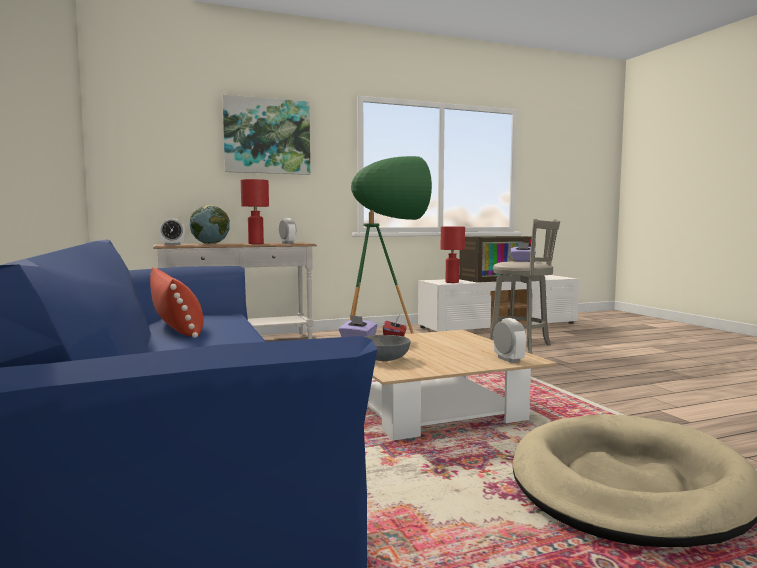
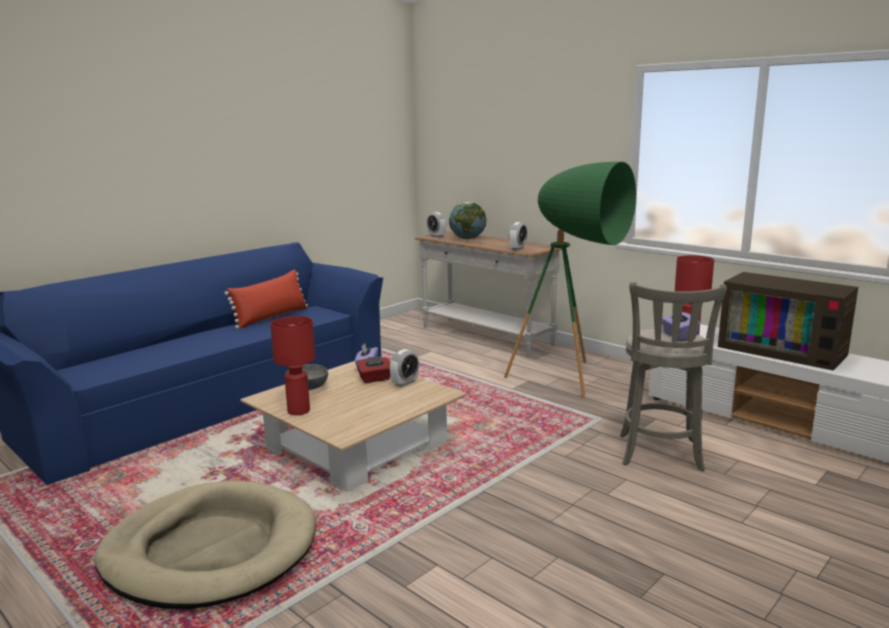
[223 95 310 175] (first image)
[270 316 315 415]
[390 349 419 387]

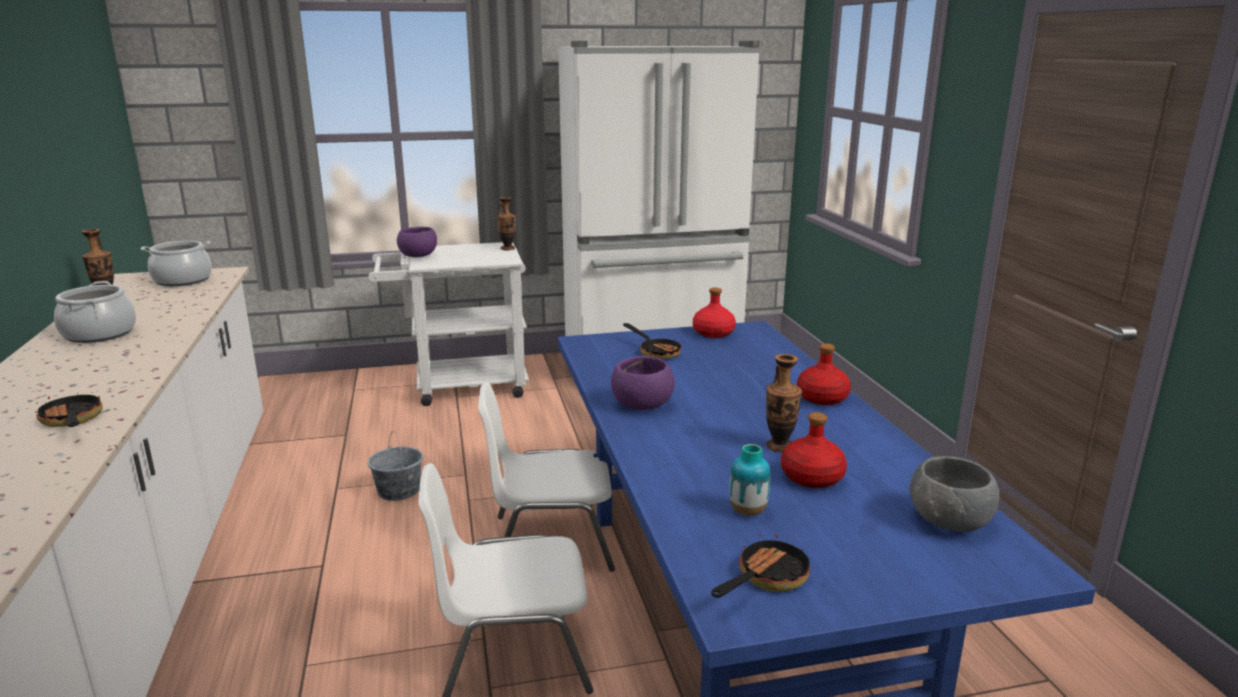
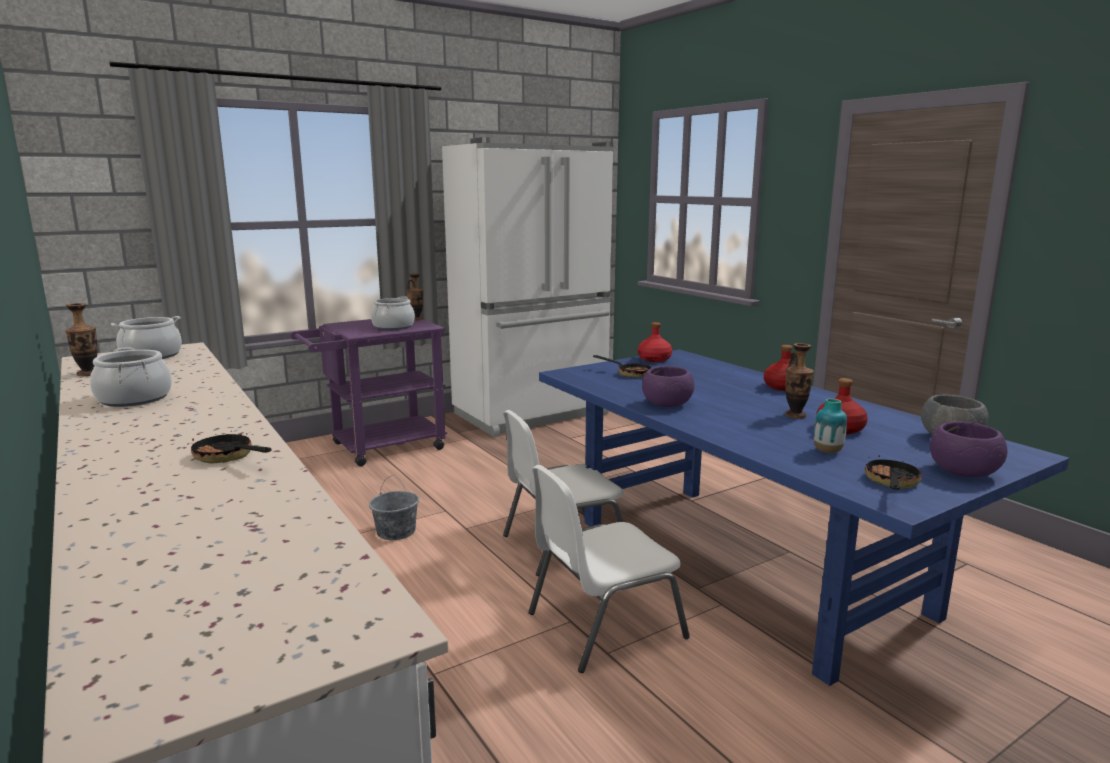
[371 296 415 330]
[930 421 1007 477]
[290 319 447 466]

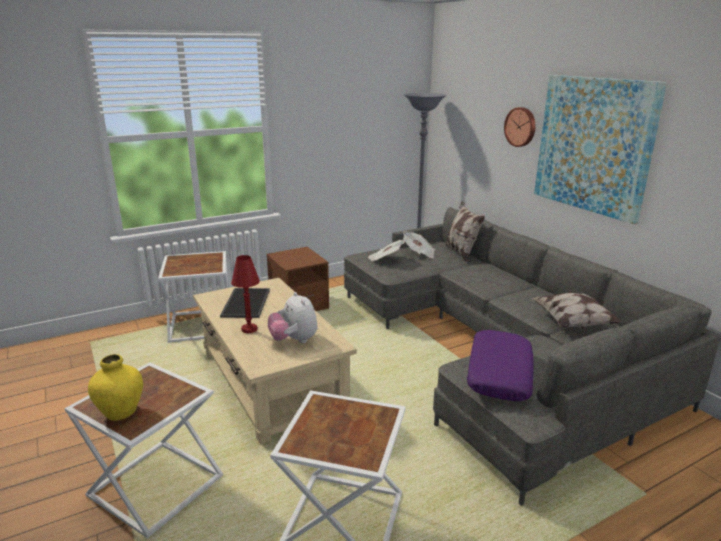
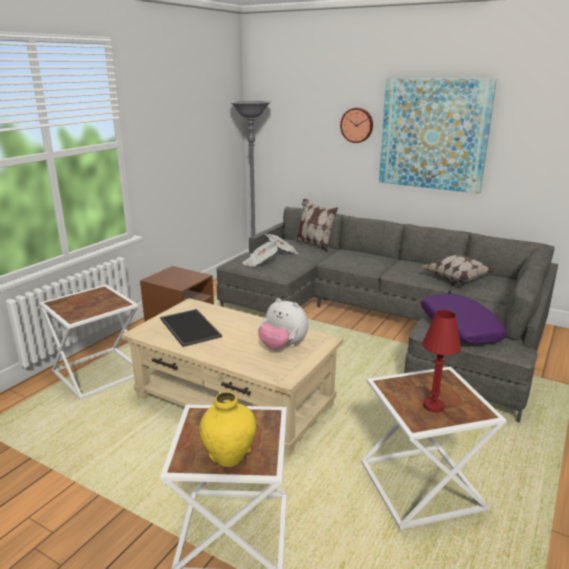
[422 310 461 413]

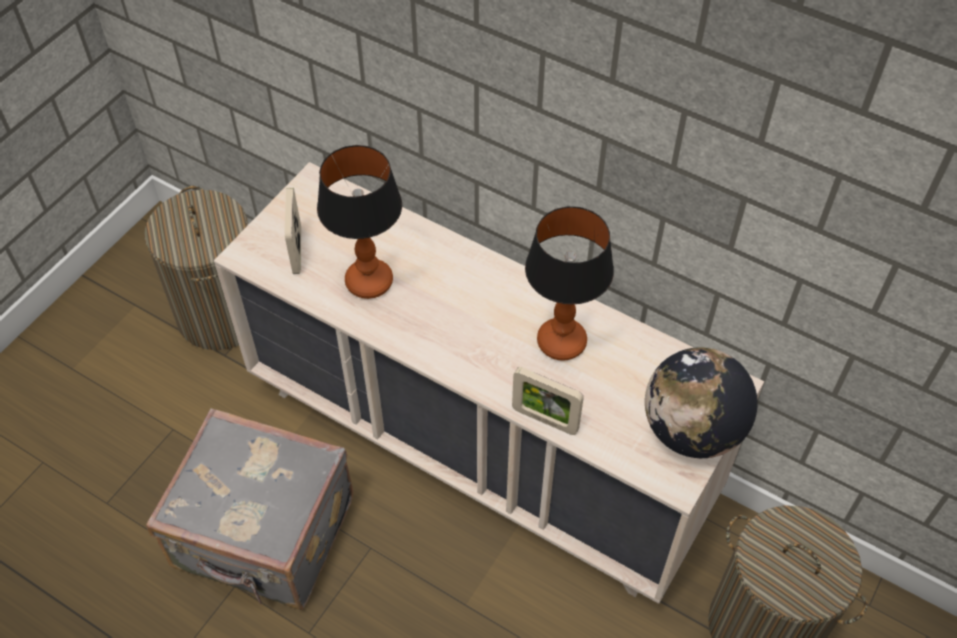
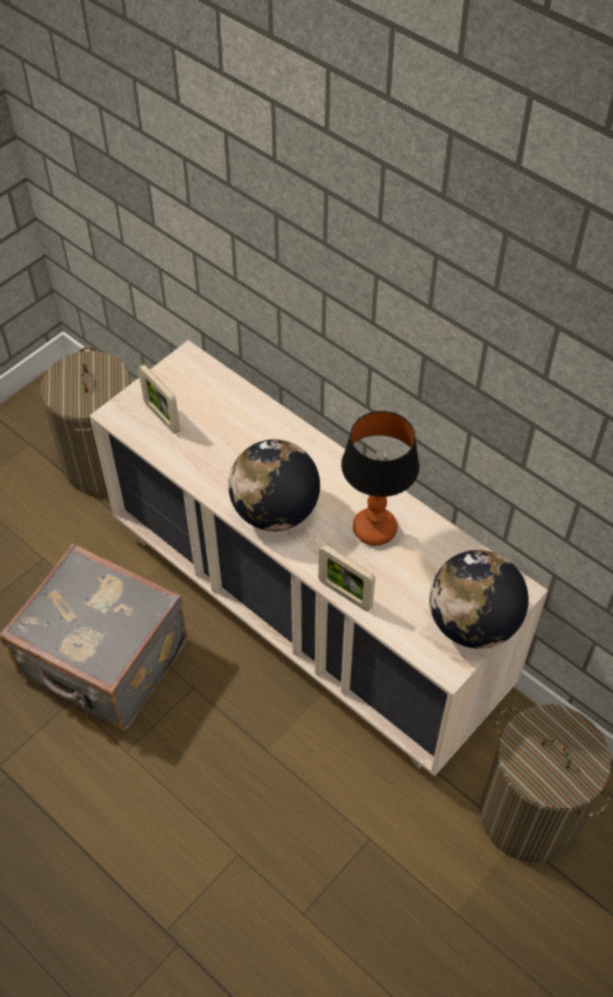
[317 145 402 299] (first image)
[228 439 320 531]
[138 364 180 434]

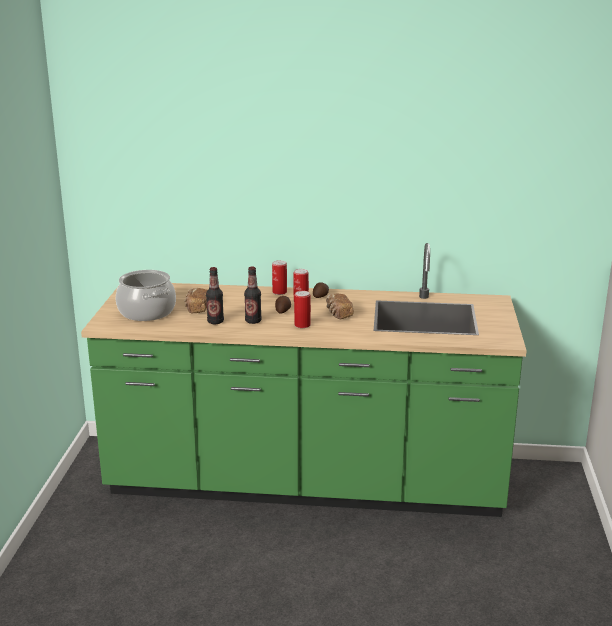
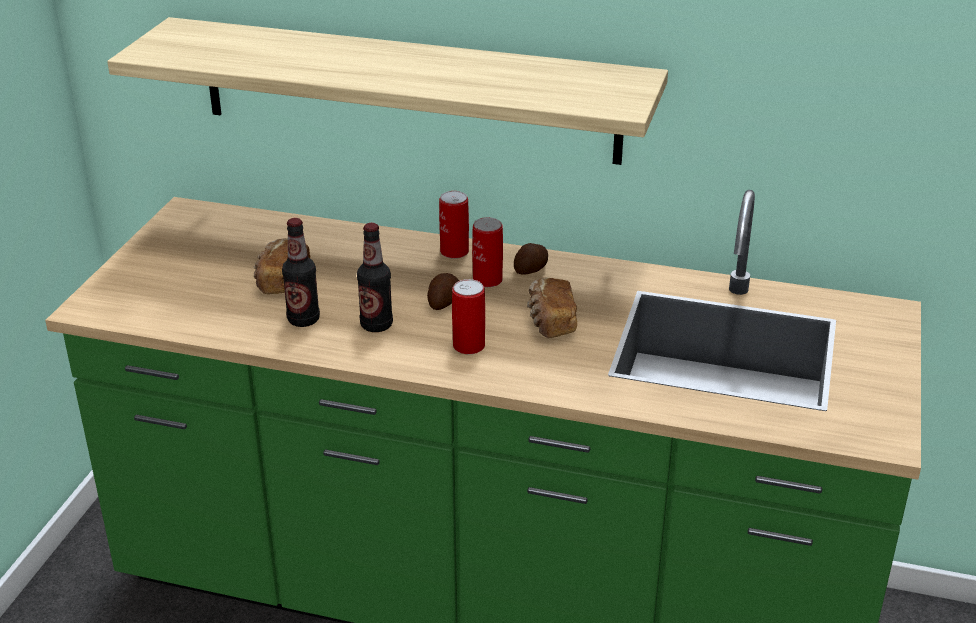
[116 270 176 321] (first image)
[107 17 668 165]

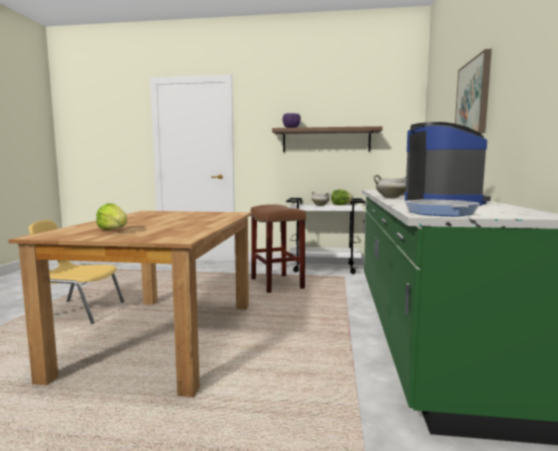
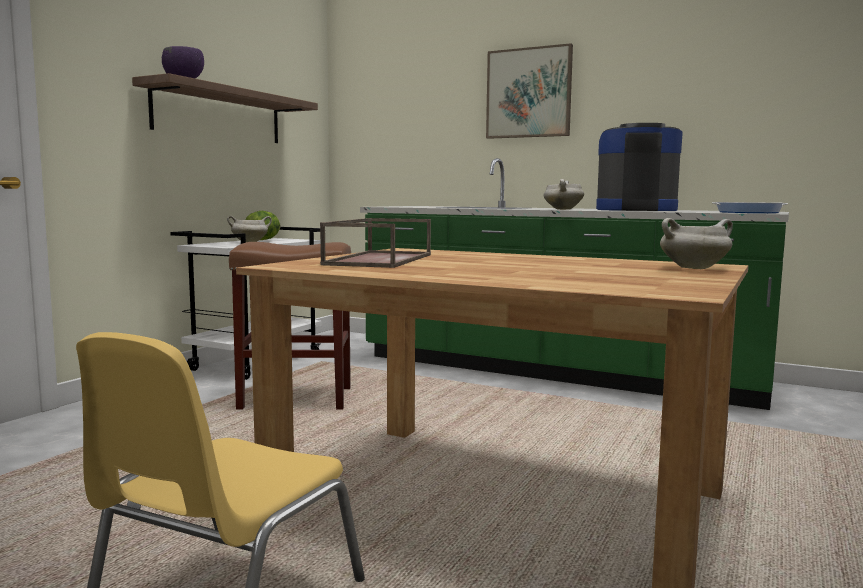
[96 203 127 230] (first image)
[320 218 431 268]
[660 218 733 269]

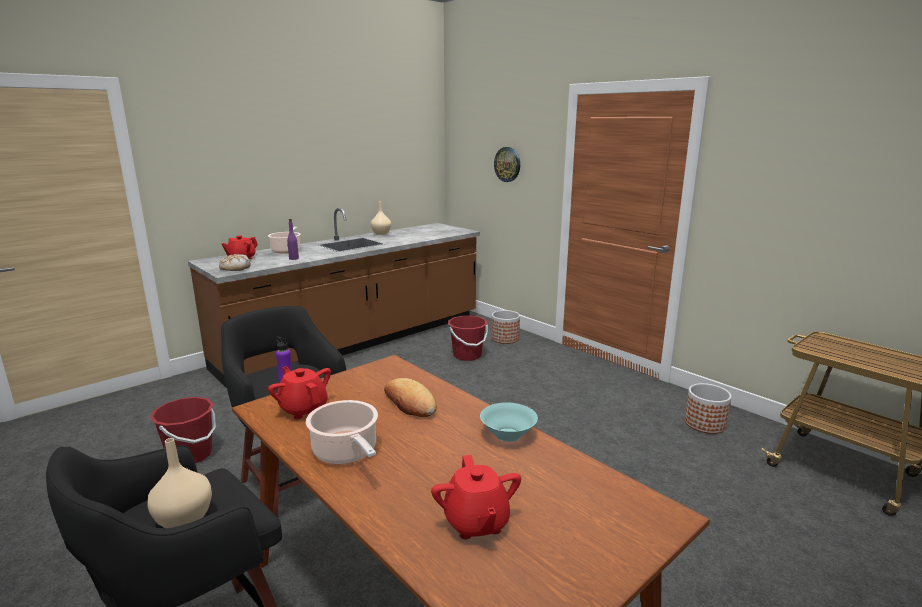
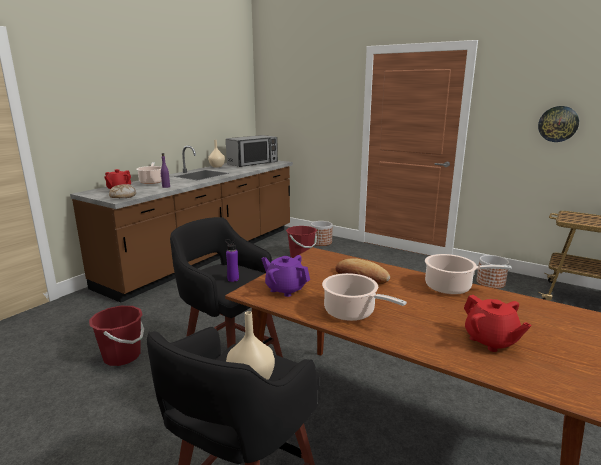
[226 135 278 167]
[538 106 579 142]
[425 254 512 295]
[261 255 310 297]

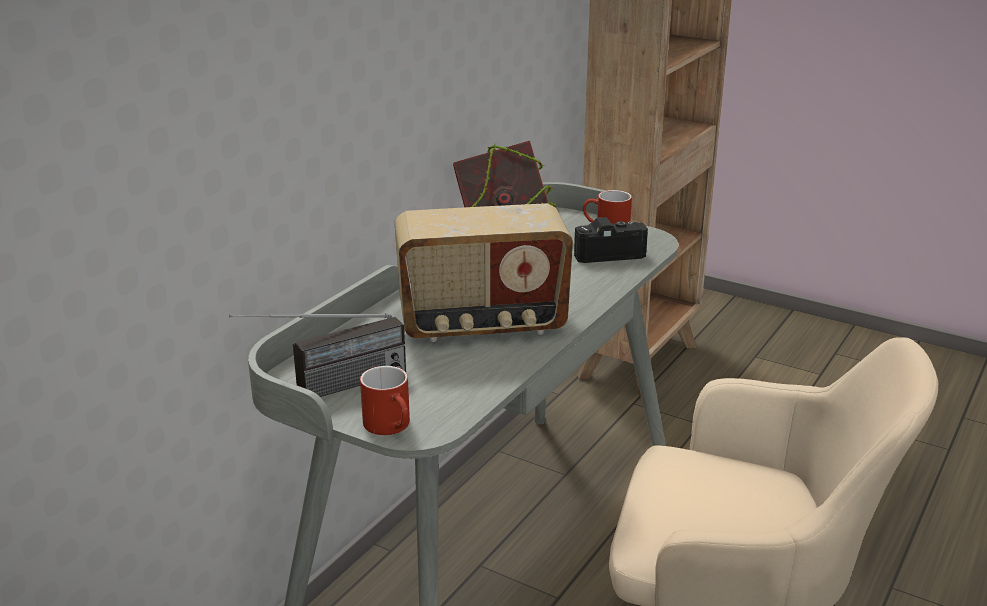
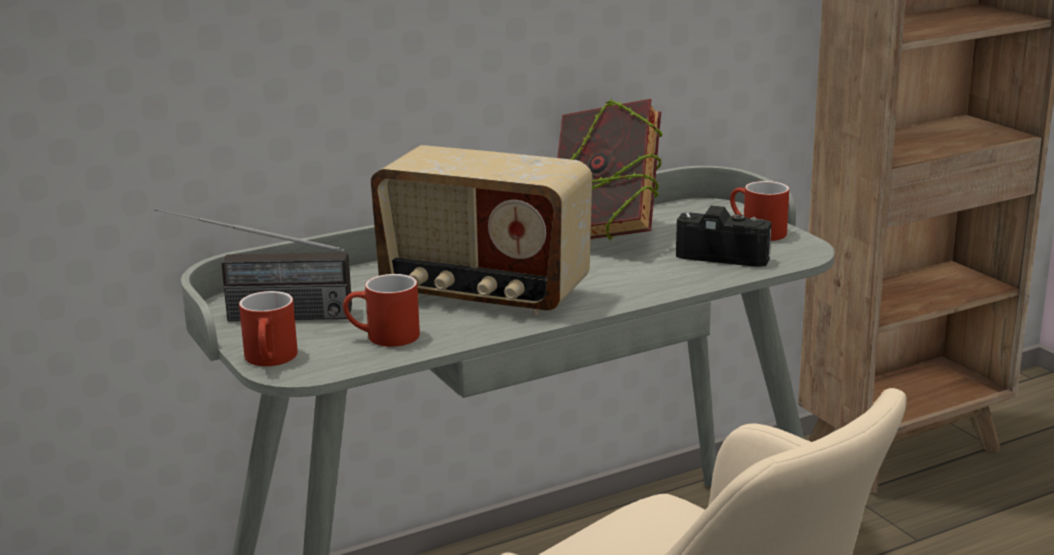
[343 274 420 347]

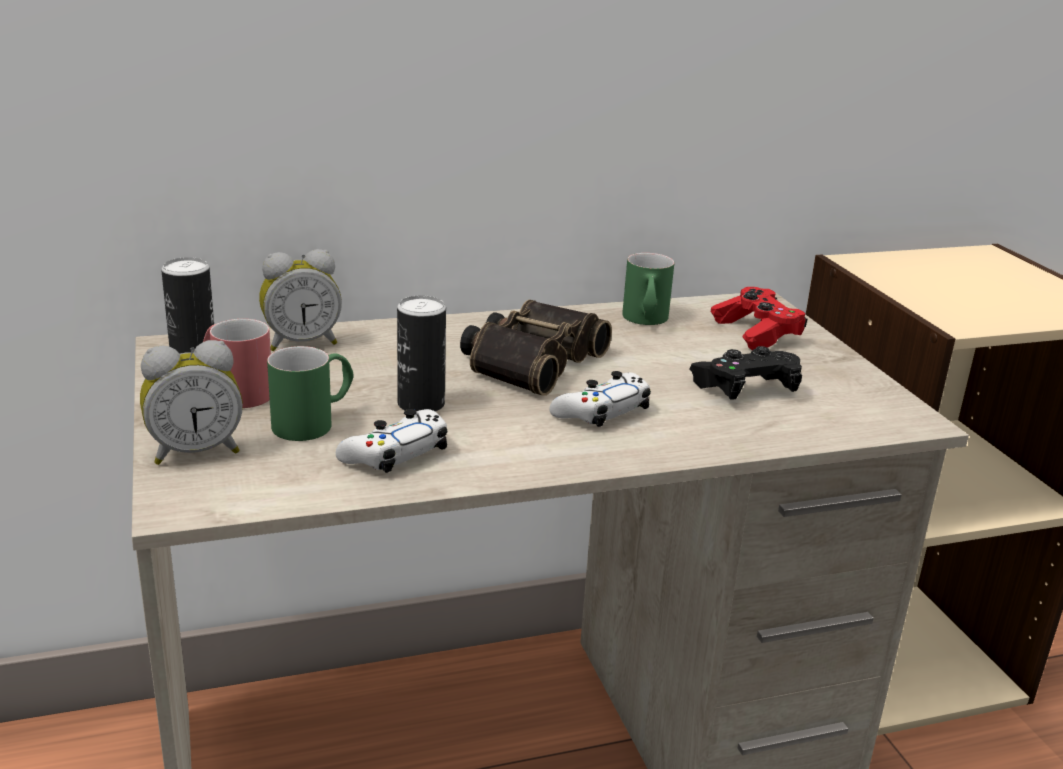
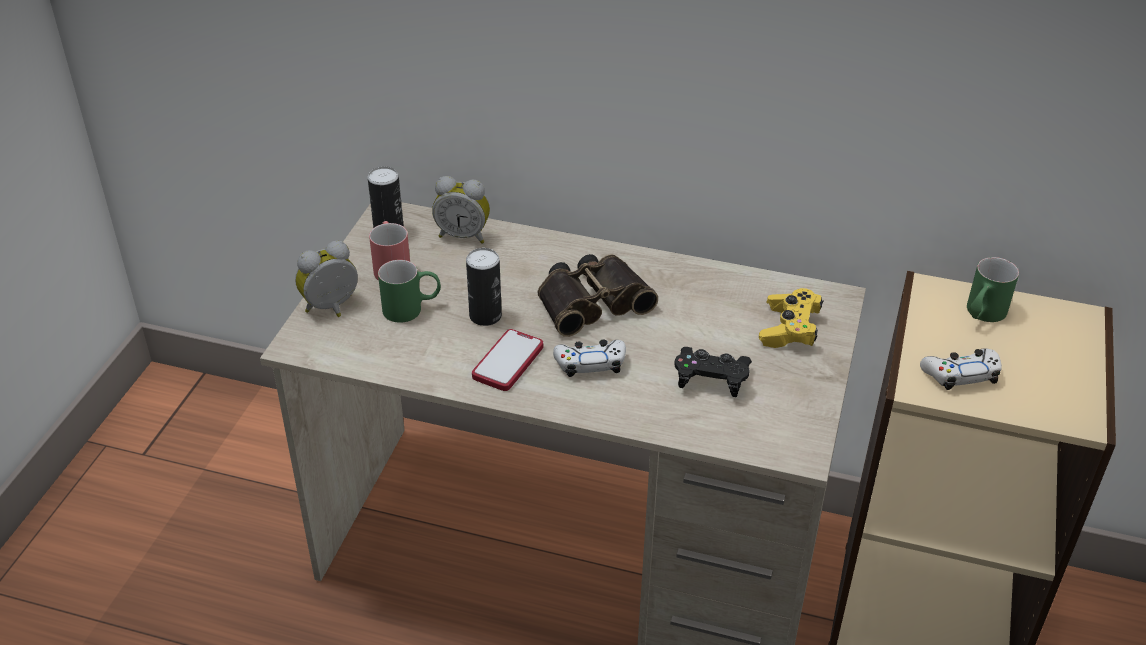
[472 329 543 391]
[920 348 1002 390]
[967 257 1019 322]
[759 288 823 348]
[295 241 358 317]

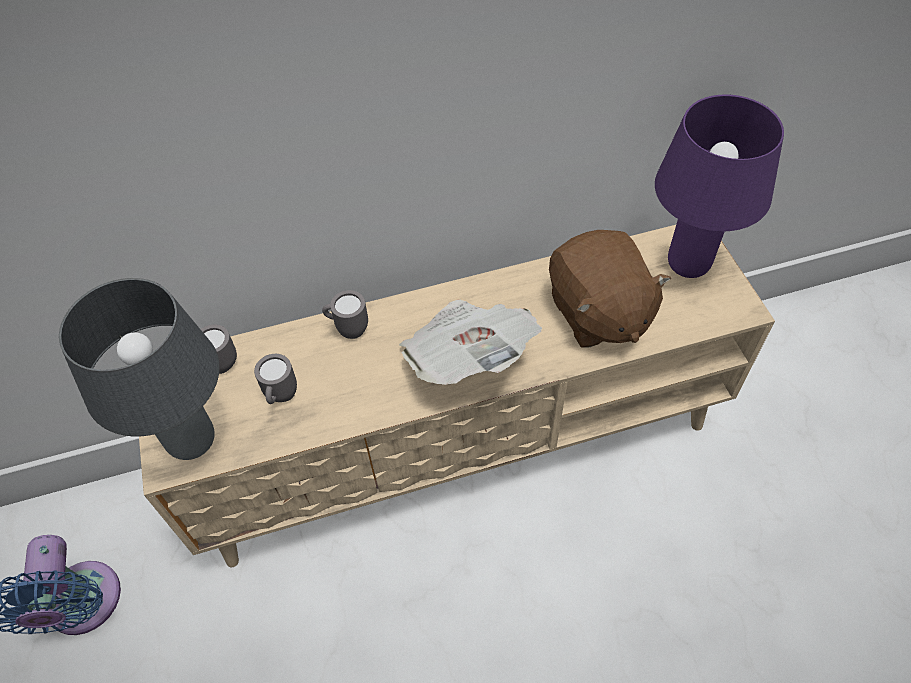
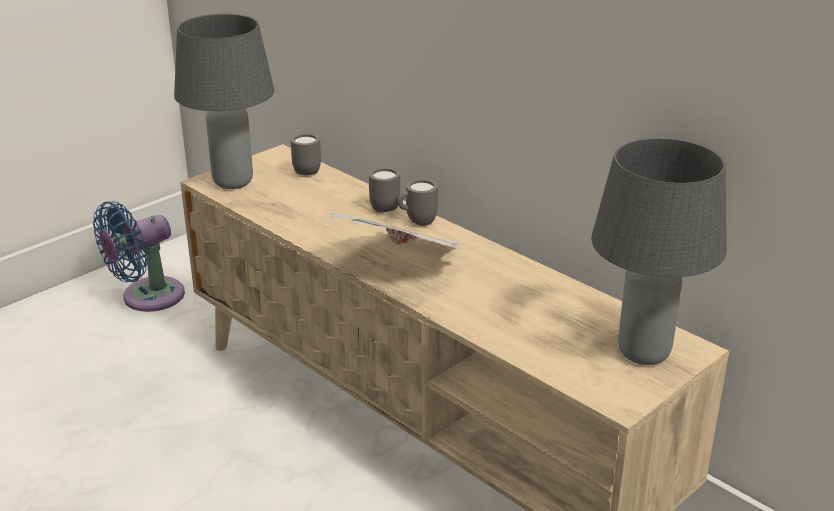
[549 230 671 348] (first image)
[398 179 438 226]
[591 137 727 365]

